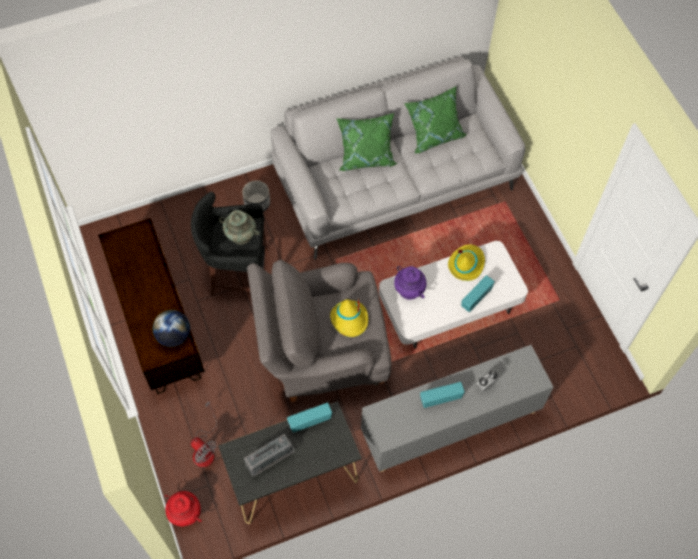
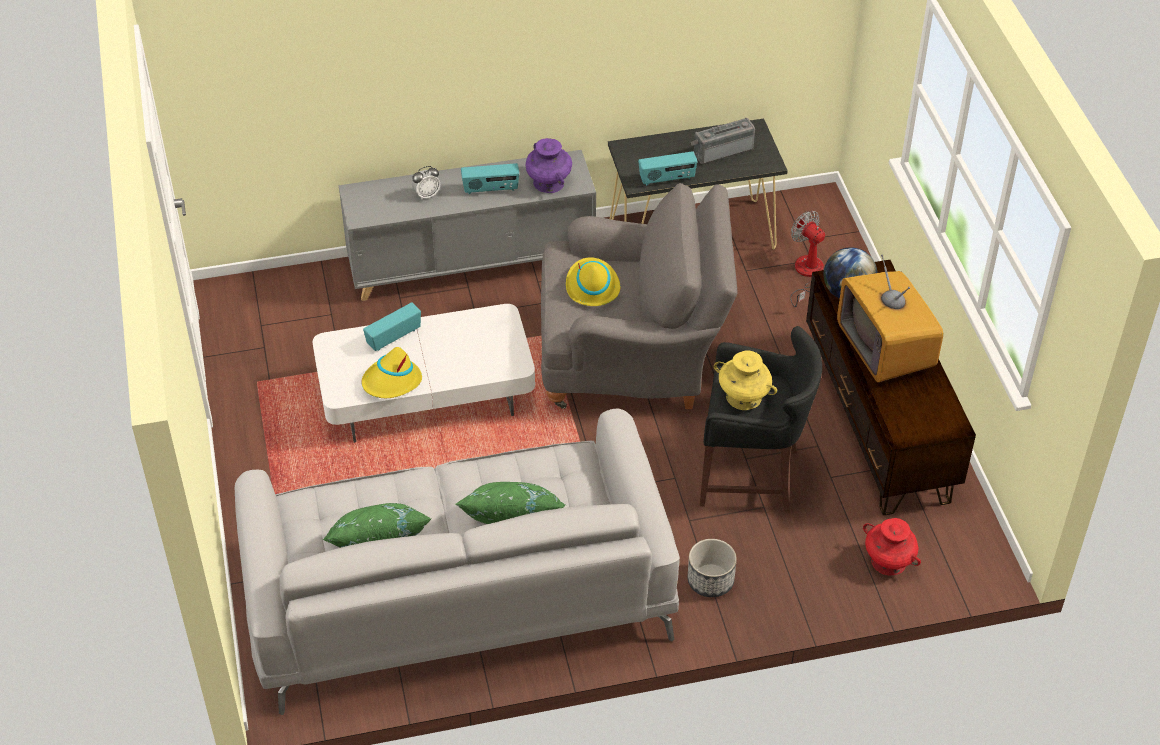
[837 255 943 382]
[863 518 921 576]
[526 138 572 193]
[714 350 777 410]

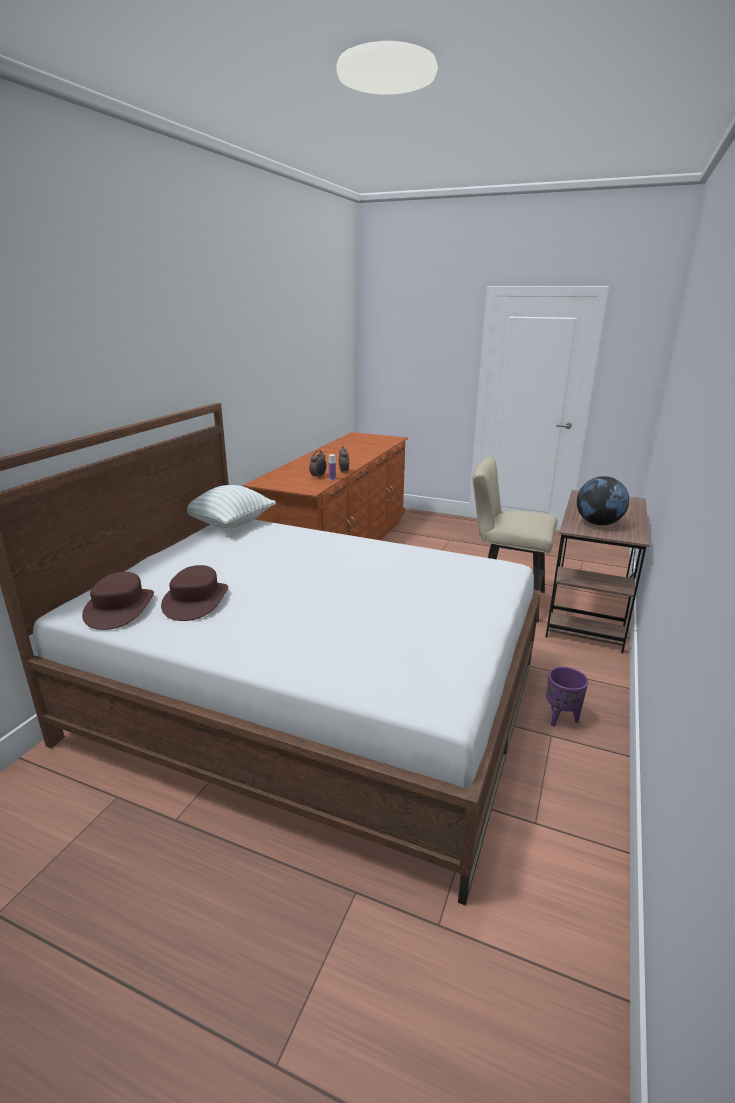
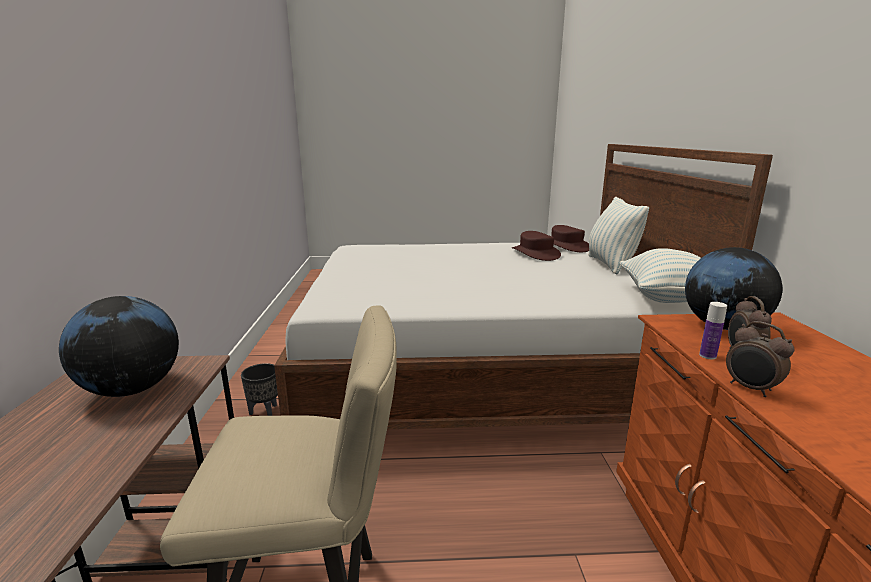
[588 197 649 275]
[685 247 782 330]
[241 363 278 416]

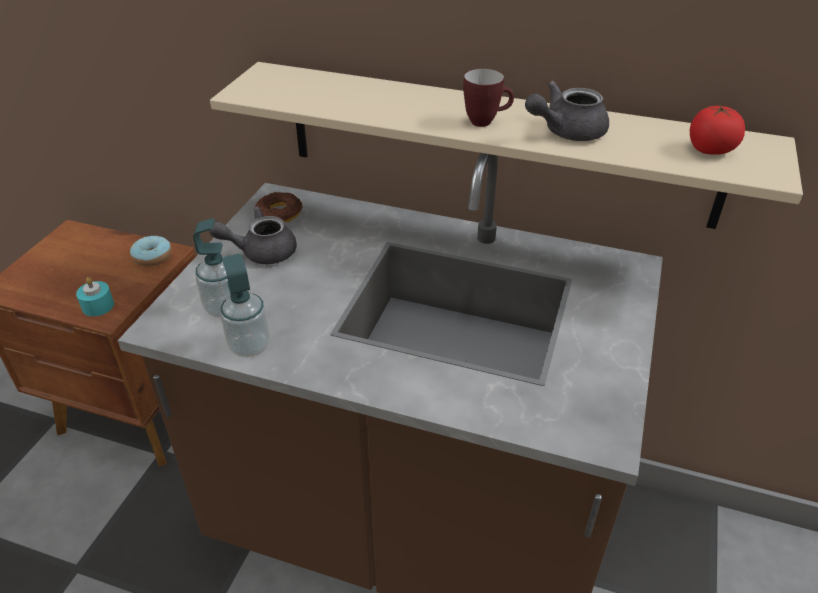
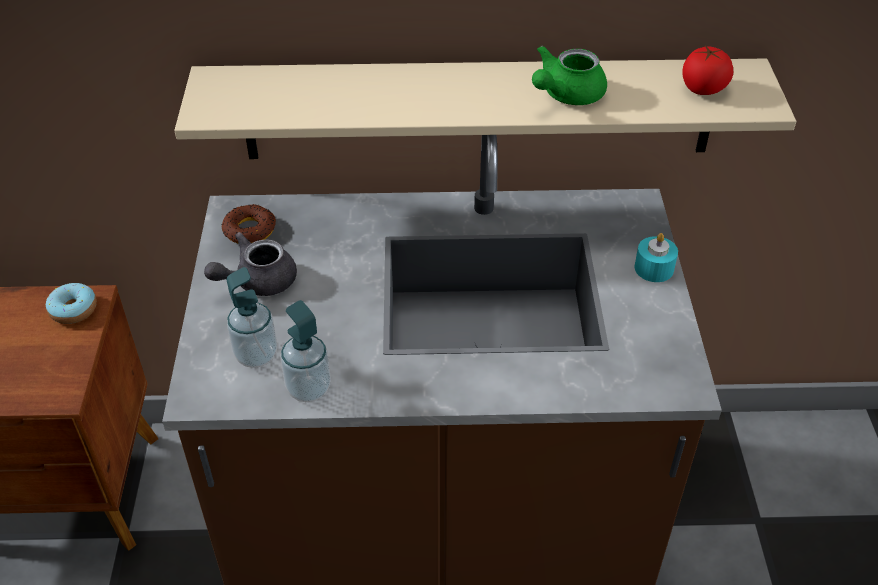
[463 69 514 127] (first image)
[634 233 678 282]
[532 46 607 105]

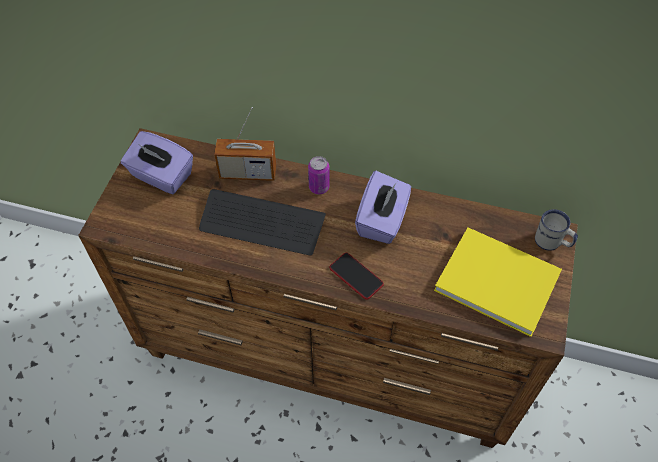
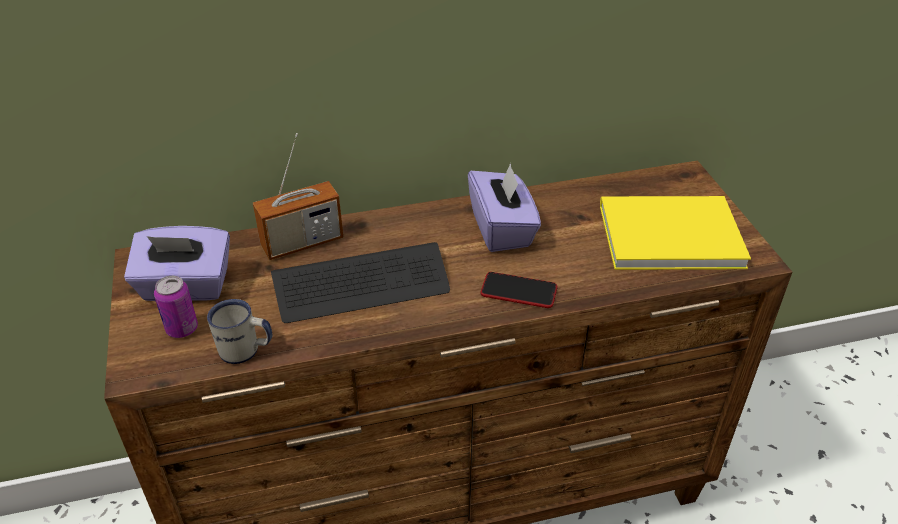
[154 276 198 338]
[207 299 272 364]

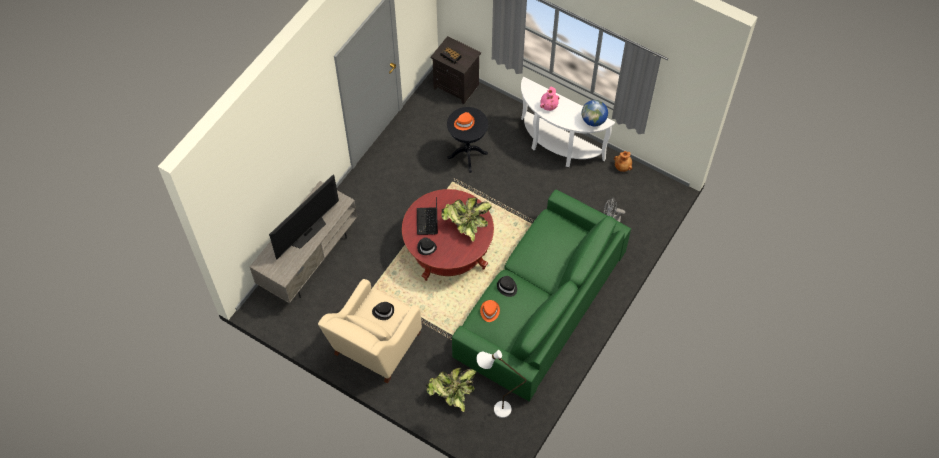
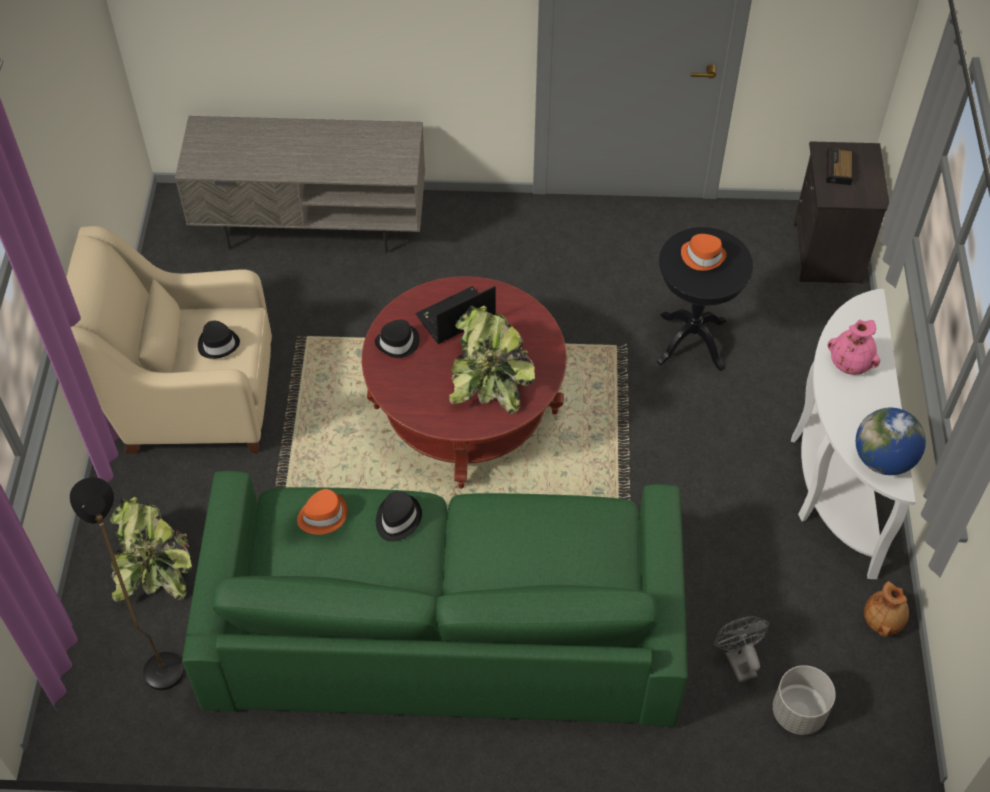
[269 174 339 259] (first image)
[773 665 836 735]
[70 477 184 690]

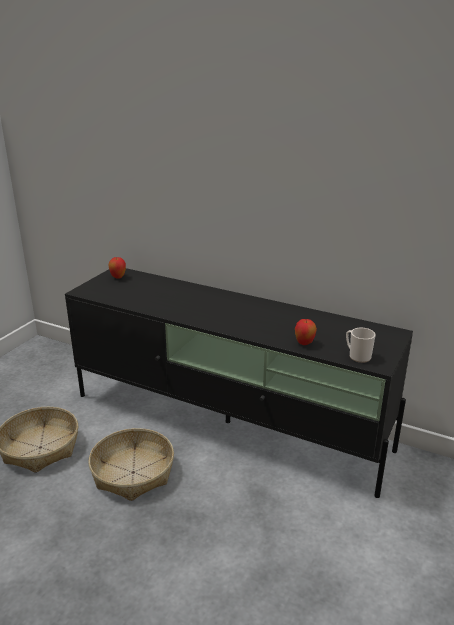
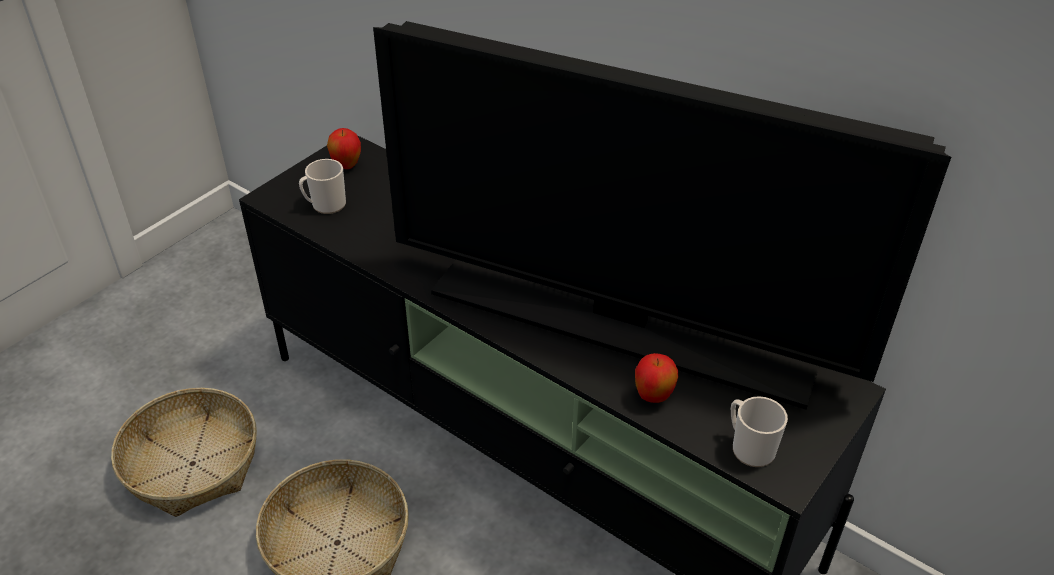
[299 159 346 214]
[373 21 951 410]

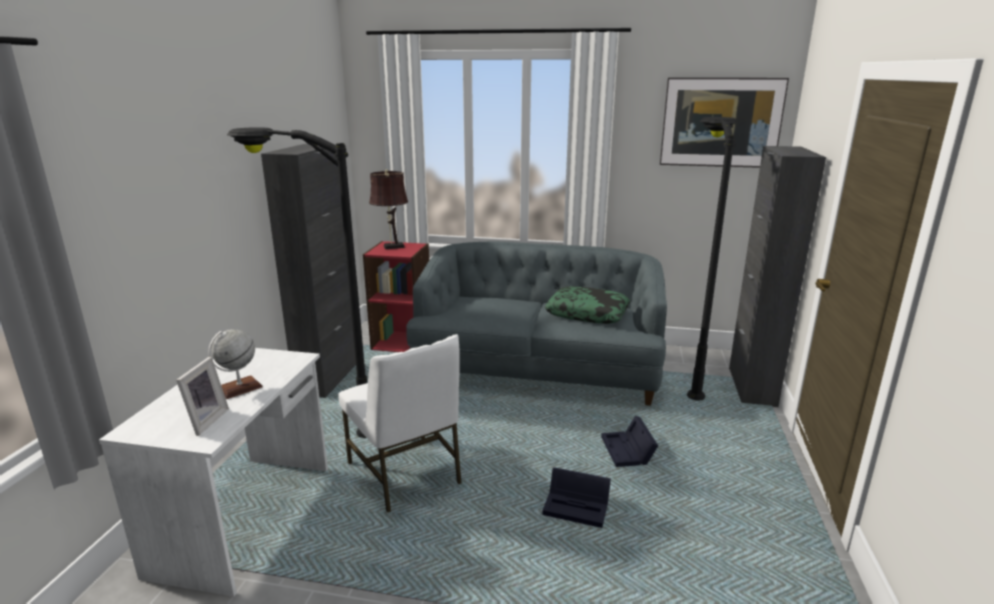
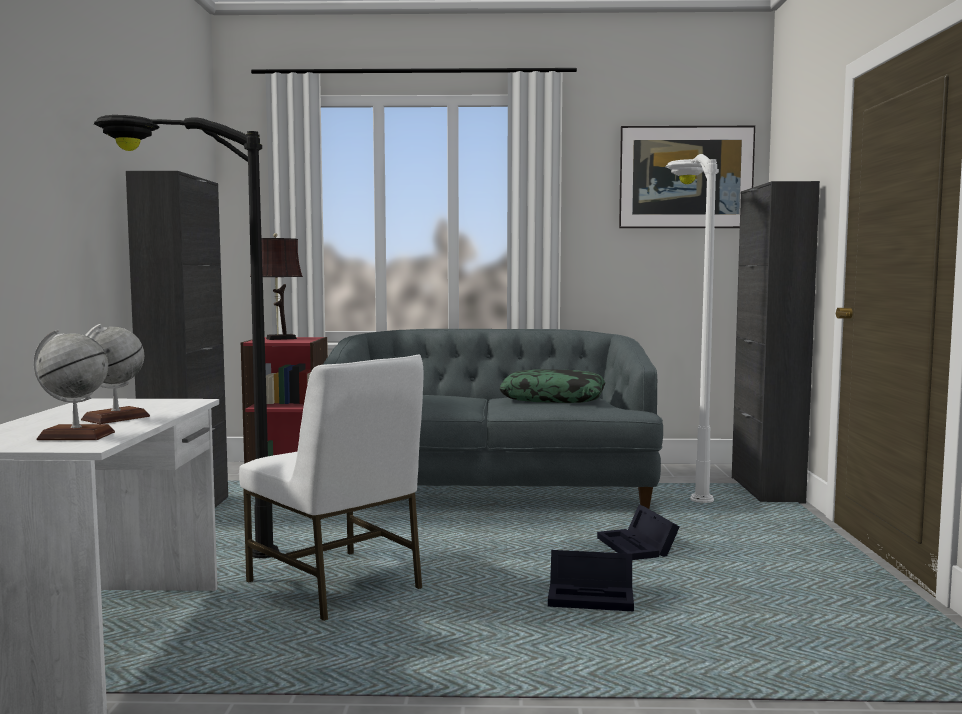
[34 330 115 440]
[666 154 719 503]

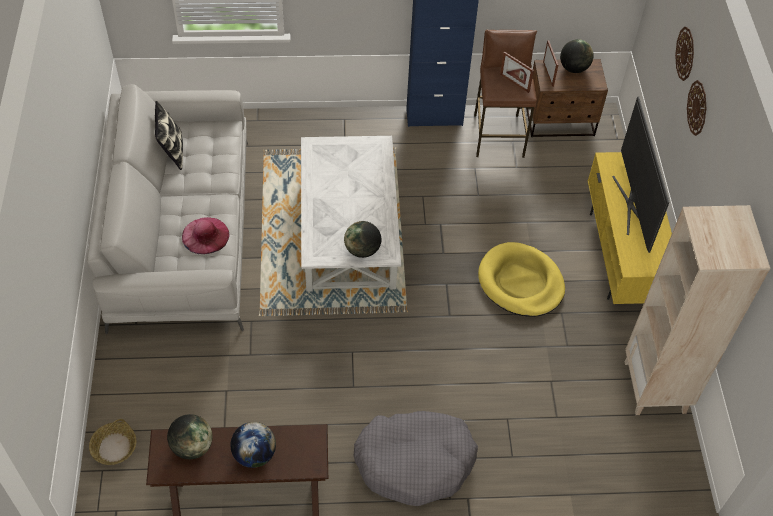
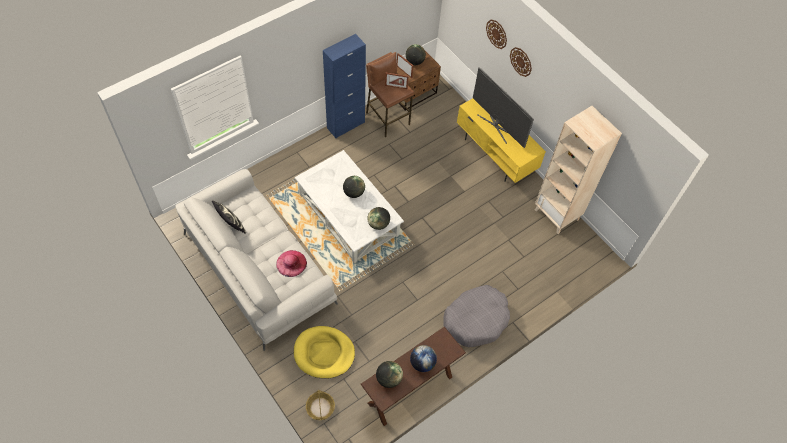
[343 176 365 198]
[294 326 355 379]

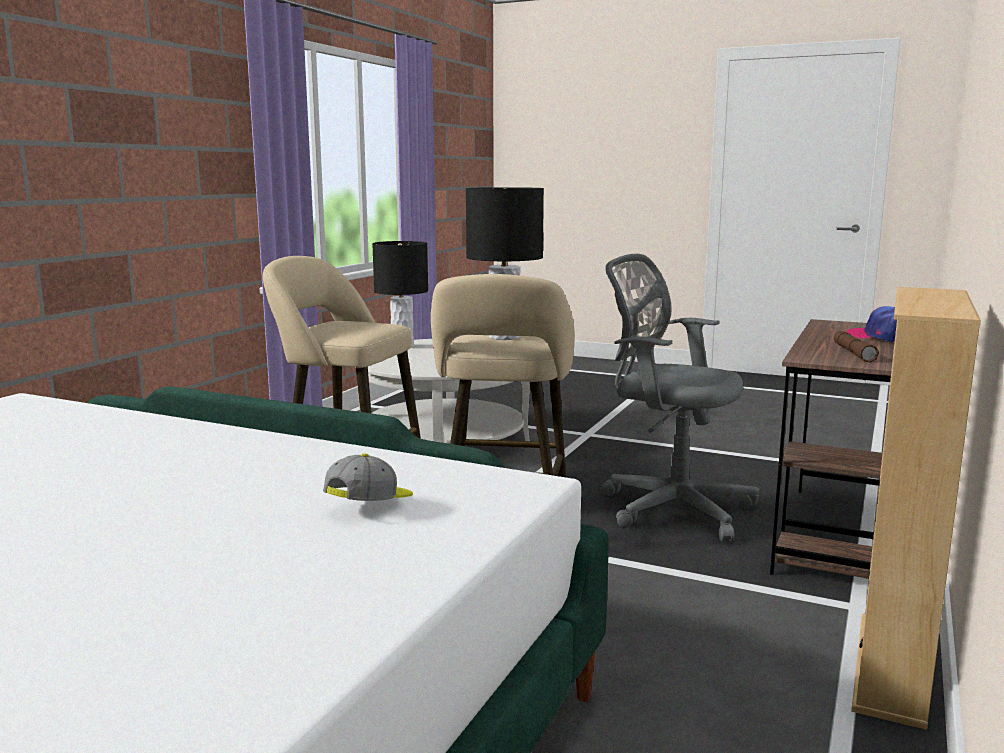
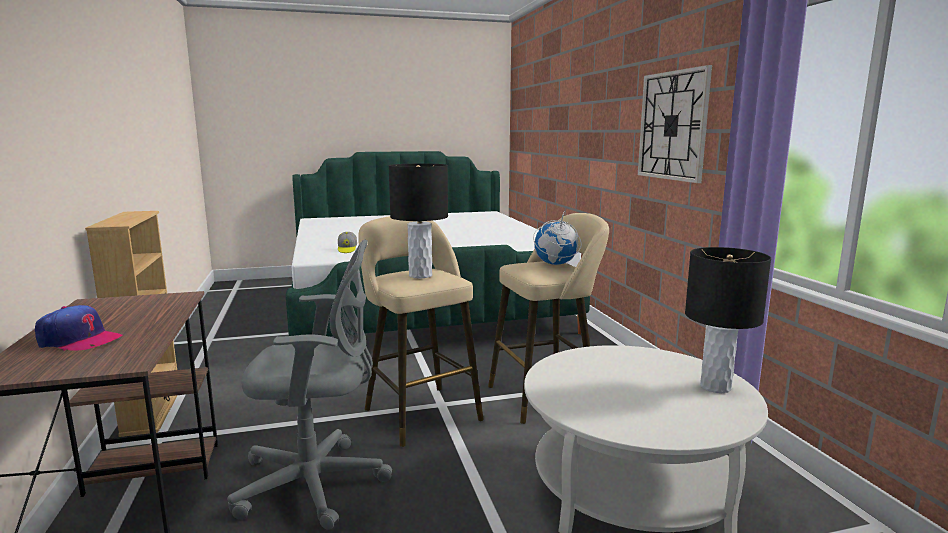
[834 331 879 363] (first image)
[533 210 582 265]
[638 65 712 183]

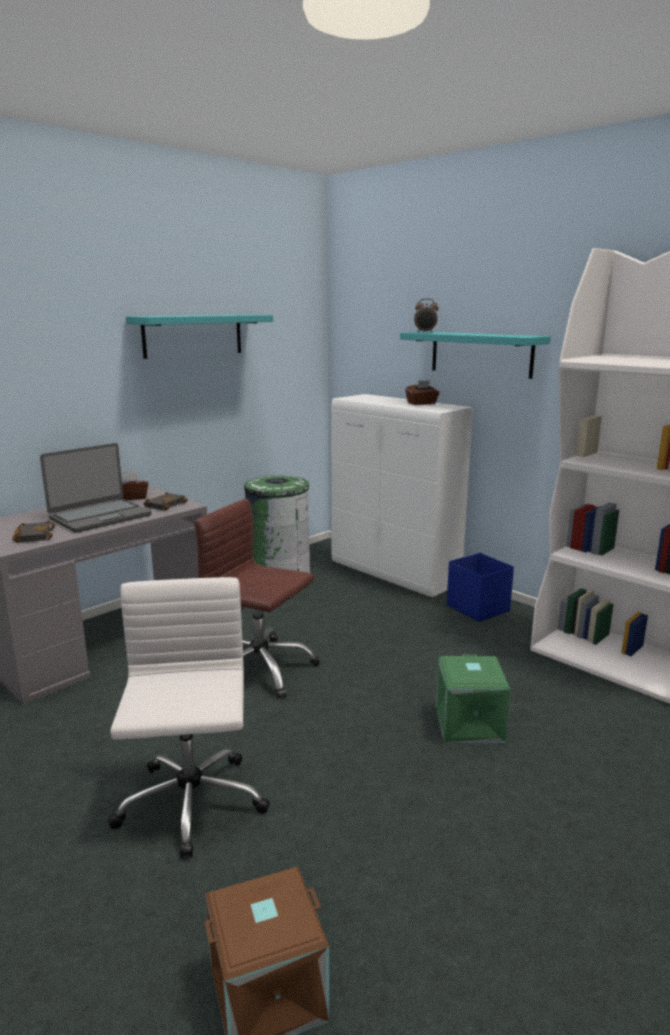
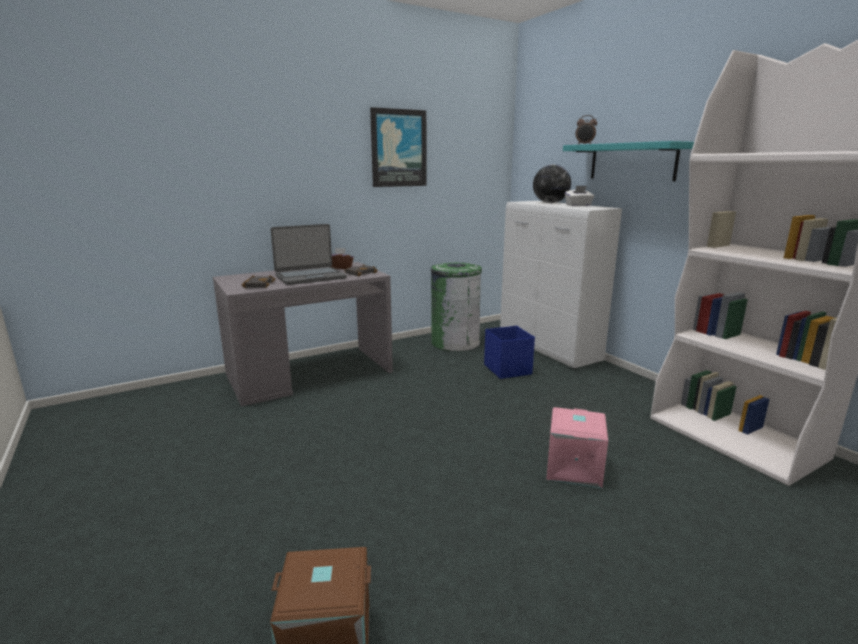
[108 577 270 858] (first image)
[194 499 320 699] (first image)
[533 164 571 203]
[484 326 535 379]
[370 107 426 187]
[565 186 594 206]
[546 407 608 489]

